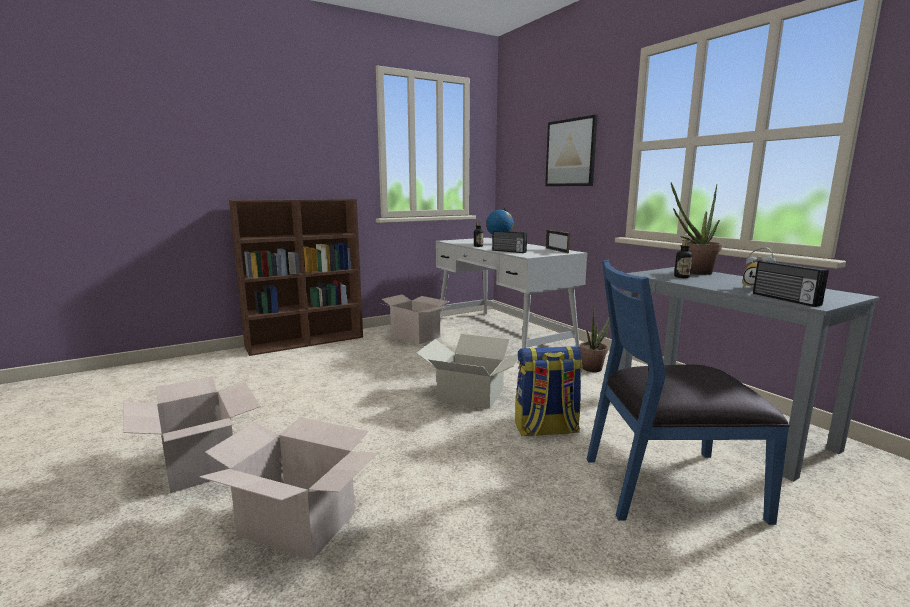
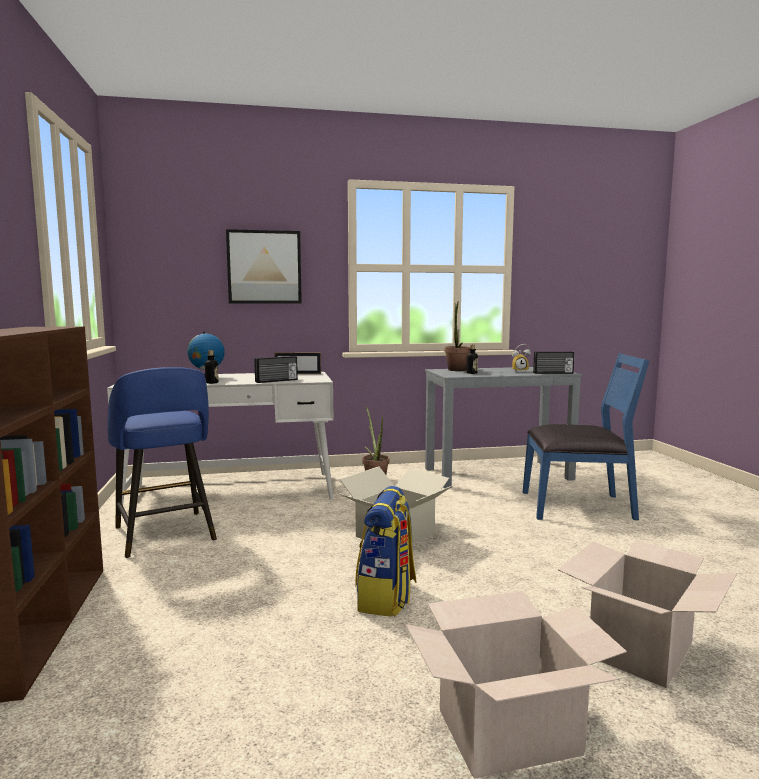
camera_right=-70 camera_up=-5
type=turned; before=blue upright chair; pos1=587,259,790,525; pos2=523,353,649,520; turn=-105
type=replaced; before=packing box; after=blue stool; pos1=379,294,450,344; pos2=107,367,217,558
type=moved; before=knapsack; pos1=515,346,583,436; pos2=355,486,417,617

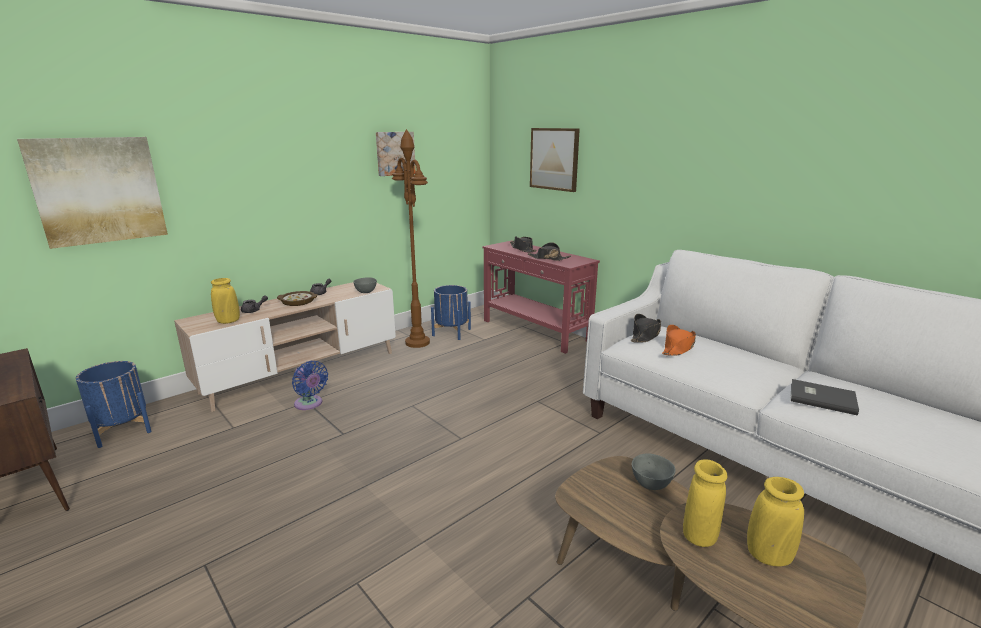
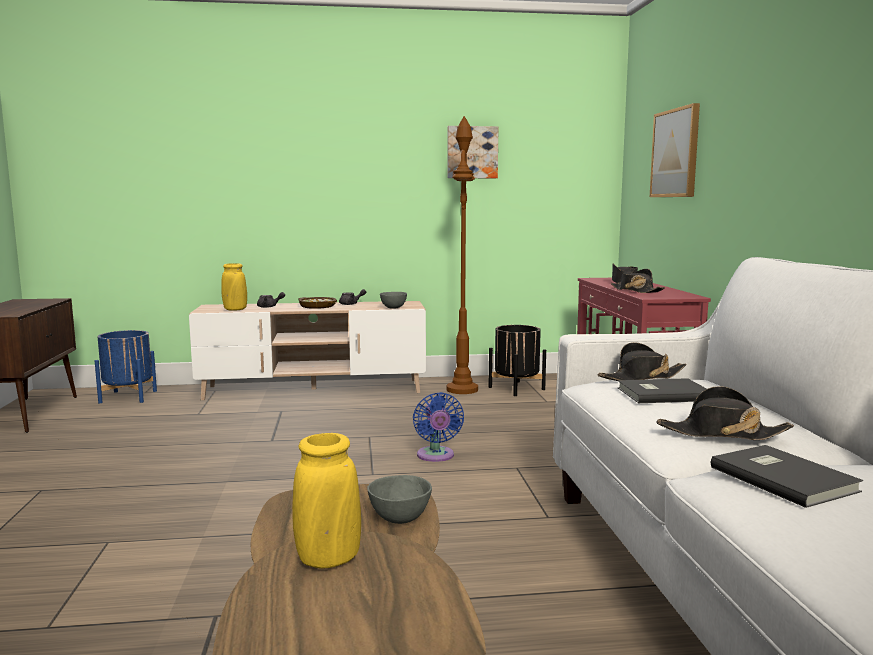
camera_right=35 camera_up=-10
type=removed; before=wall picture; pos1=17,137,168,249
type=recoloured; before=blue flower pot; after=black-coloured flower pot; pos1=431,285,471,340; pos2=489,325,546,396
type=replaced; before=orangey clothing hat; after=grey book; pos1=662,325,696,356; pos2=618,378,707,403
type=moved; before=blue cooling fan; pos1=292,361,328,410; pos2=413,392,464,462
type=removed; before=yellowish vase; pos1=747,477,804,566
type=added; after=black-coloured clothing hat; pos2=657,386,794,440

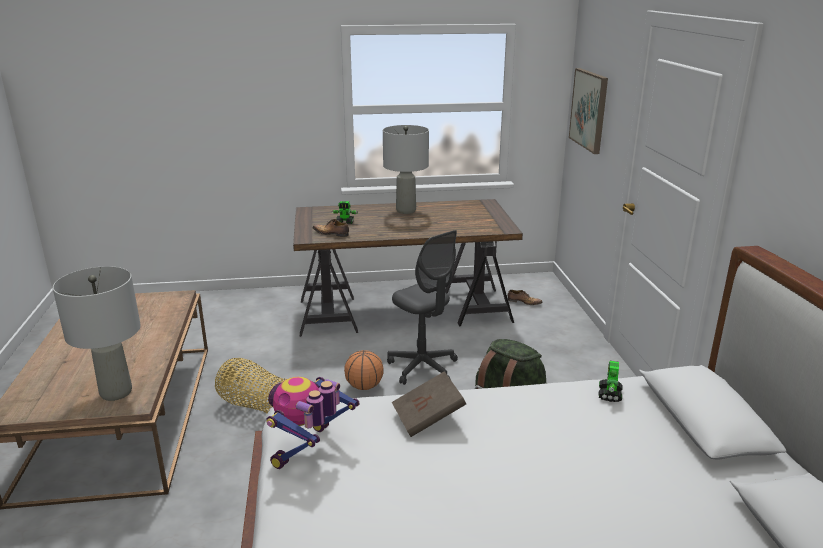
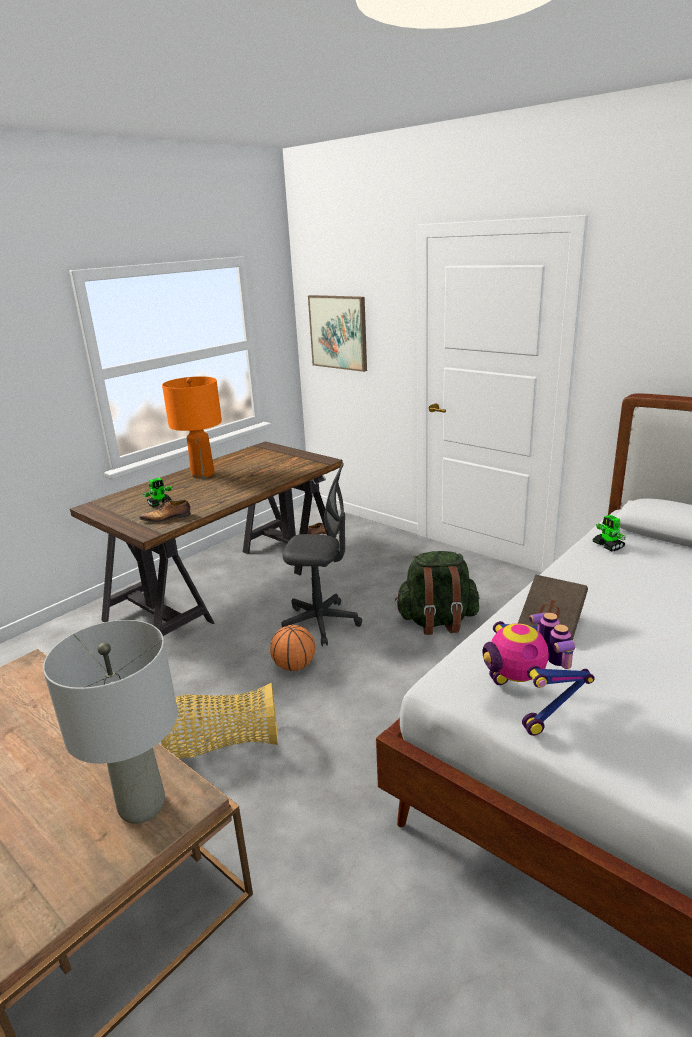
camera_right=-40 camera_up=0
type=recoloured; before=grey lamp for a table; after=orangey lamp for a table; pos1=383,125,429,214; pos2=162,376,222,478

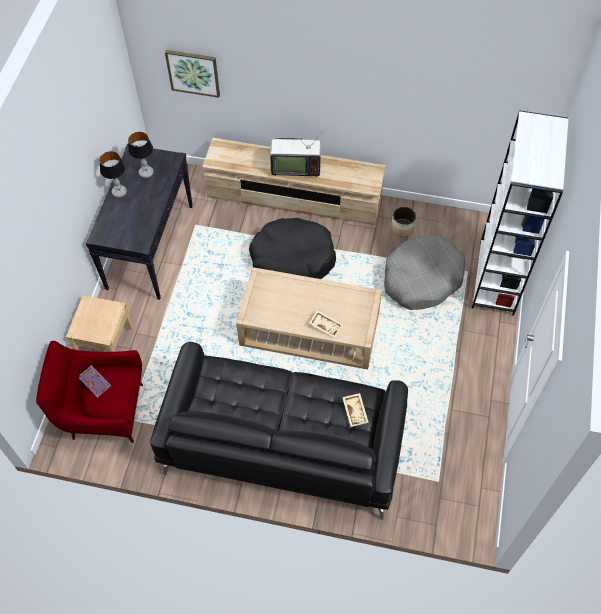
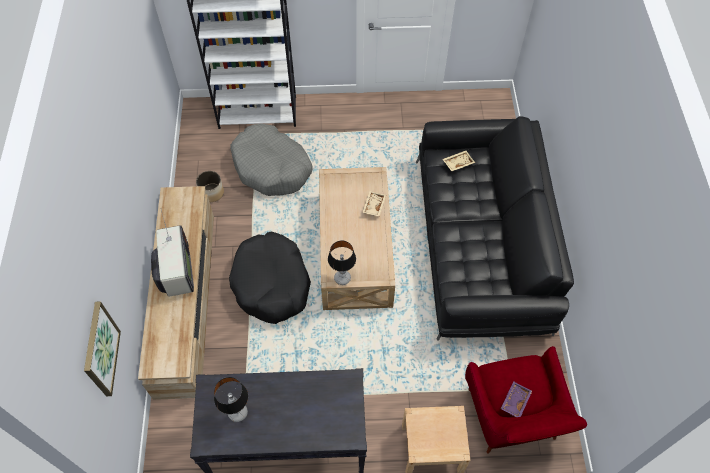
camera_right=-105 camera_up=0
type=moved; before=lamp for a table; pos1=99,151,127,198; pos2=328,240,356,285

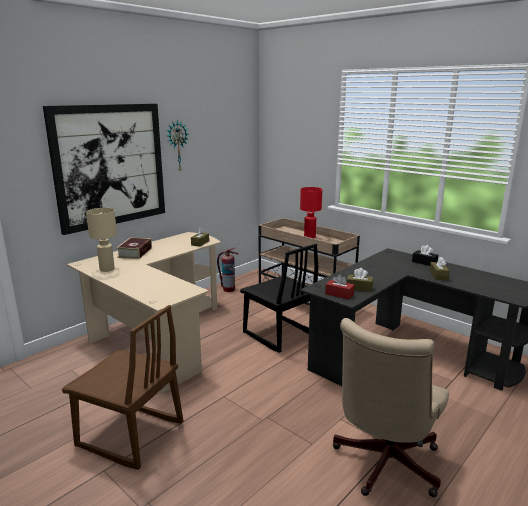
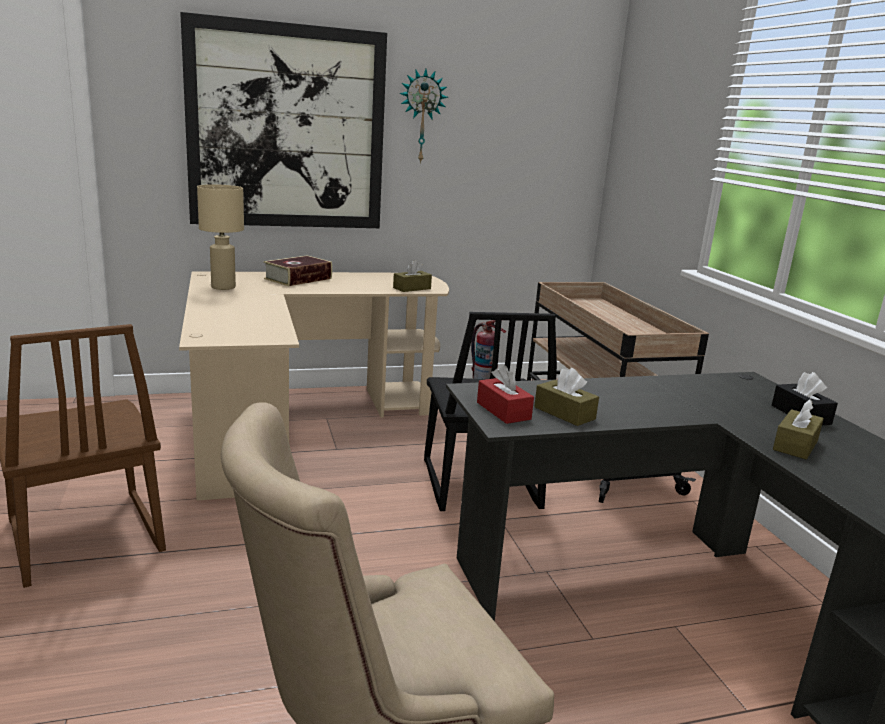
camera_right=30 camera_up=0
type=removed; before=reddish lamp for a table; pos1=300,187,322,238

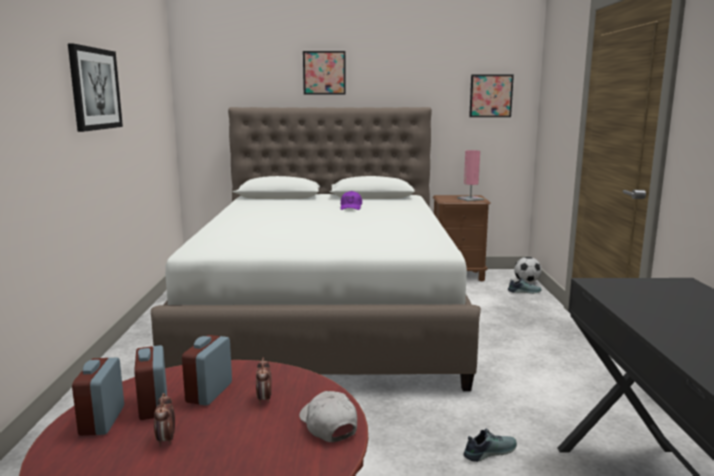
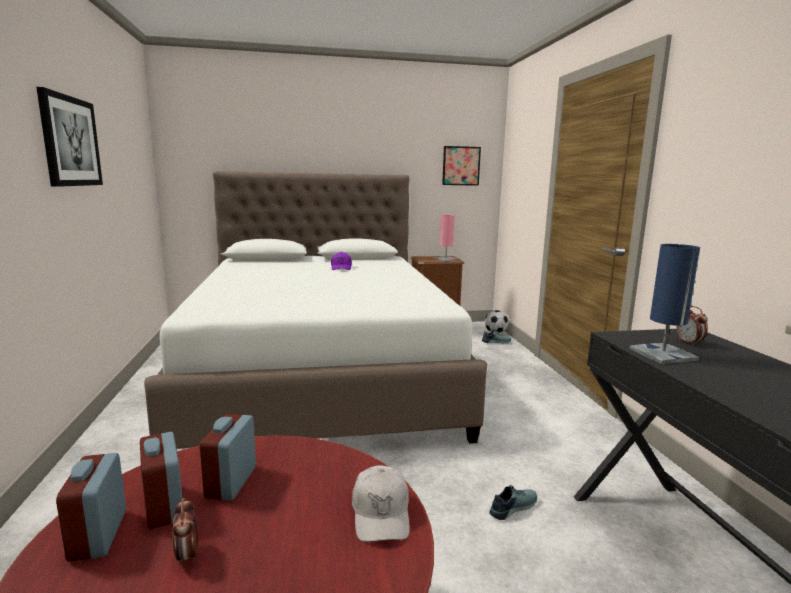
camera_right=-10 camera_up=0
type=removed; before=wall picture; pos1=303,51,346,95
type=moved; before=bedside clock; pos1=256,358,272,404; pos2=677,306,708,346
type=turned; before=whitish baseball cap; pos1=299,391,357,442; pos2=352,465,410,542; turn=-150
type=added; after=blue lamp for a table; pos2=630,244,700,364

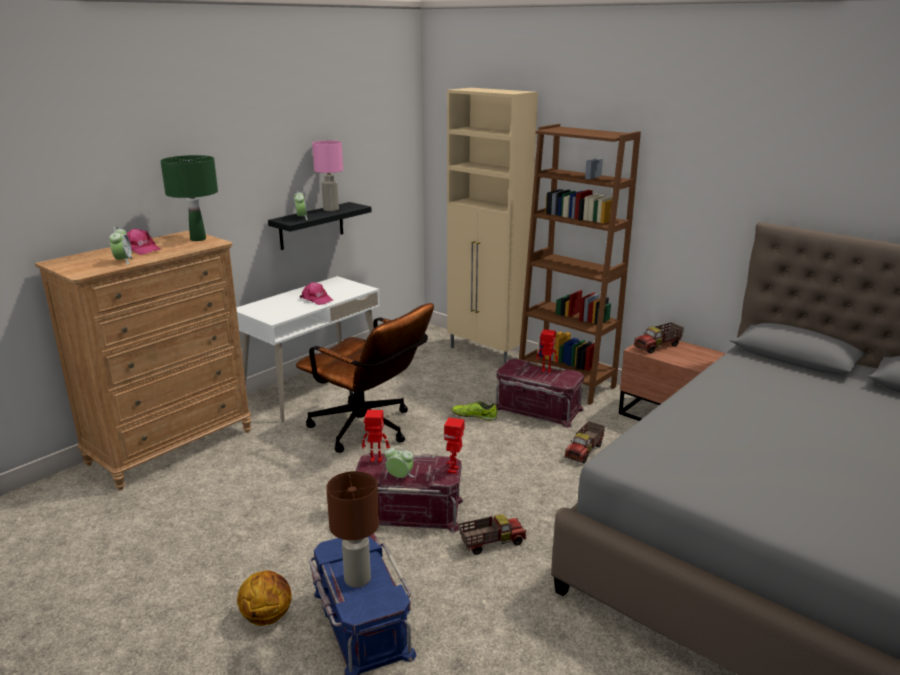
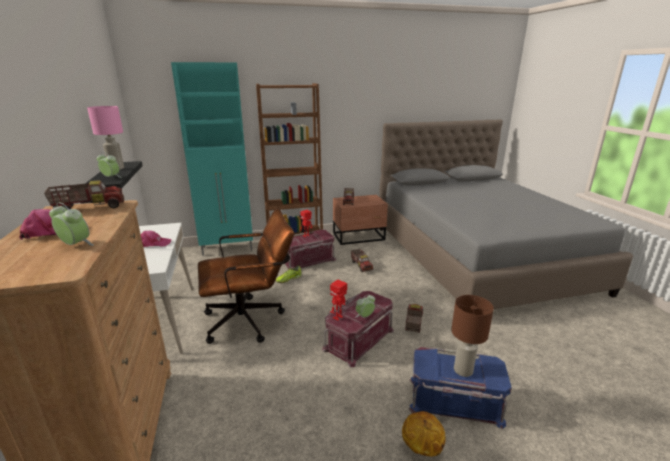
camera_right=-55 camera_up=0
type=recoloured; before=beige-coloured cupboard; after=turquoise-coloured cupboard; pos1=447,88,538,364; pos2=171,62,253,256
type=replaced; before=green lamp for a table; after=toy lorry; pos1=160,155,218,241; pos2=44,181,124,210
type=removed; before=toy robot; pos1=444,418,464,474

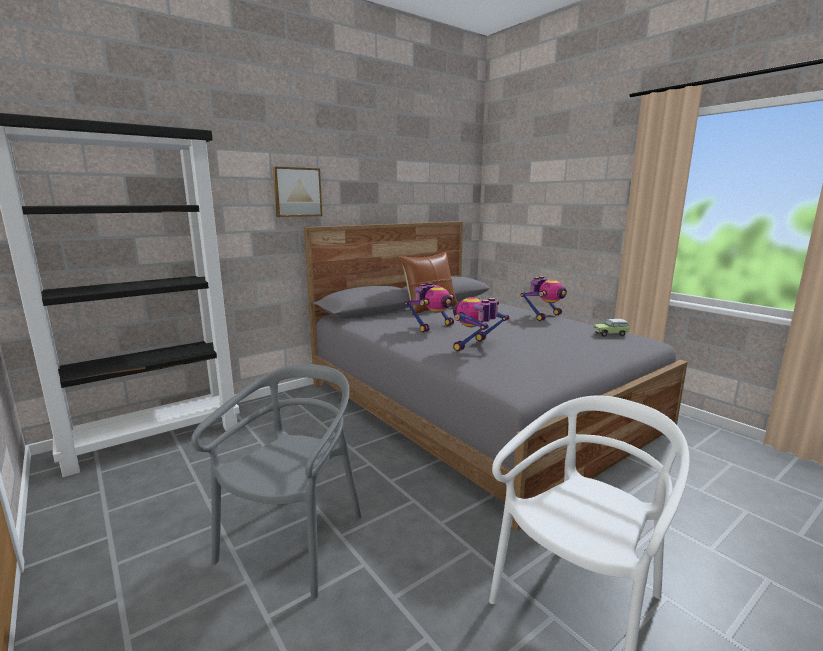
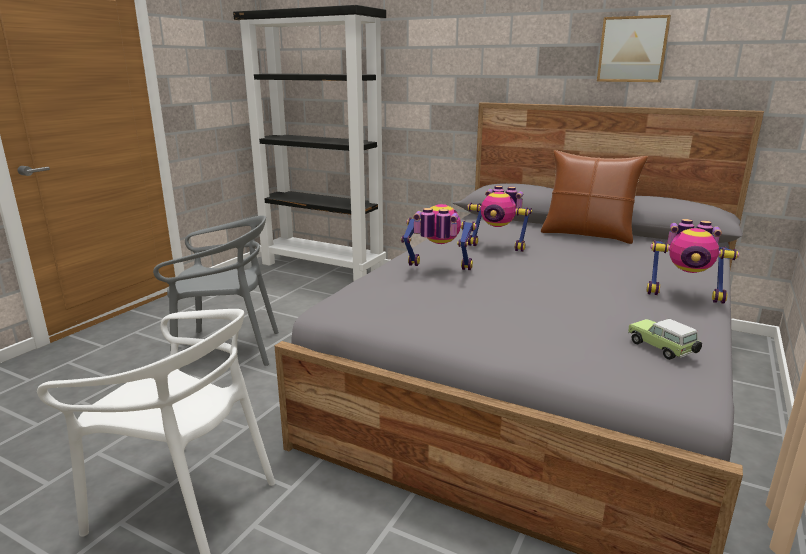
camera_right=65 camera_up=5
type=moved; before=wall picture; pos1=273,167,322,217; pos2=597,15,671,82

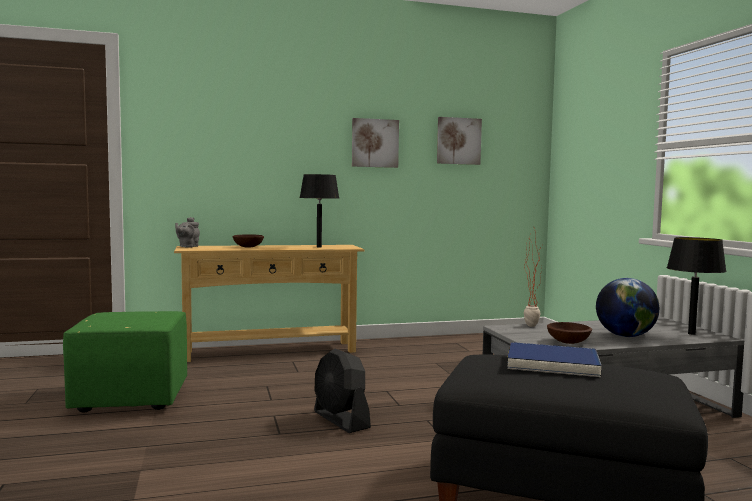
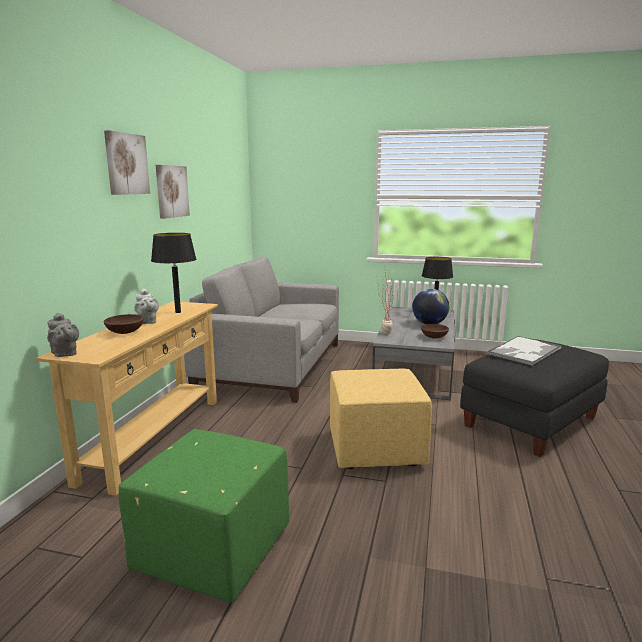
camera_right=-60 camera_up=10
type=moved; before=wall picture; pos1=437,117,482,165; pos2=104,130,150,195
type=replaced; before=blue book; after=serving tray; pos1=507,342,602,377; pos2=487,336,562,366
type=replaced; before=black-coloured cooling fan; after=yellowish ottoman; pos1=314,349,371,433; pos2=330,369,432,469
type=added; after=grey settee; pos2=184,257,339,403
type=added; after=grey teapot; pos2=134,288,159,324

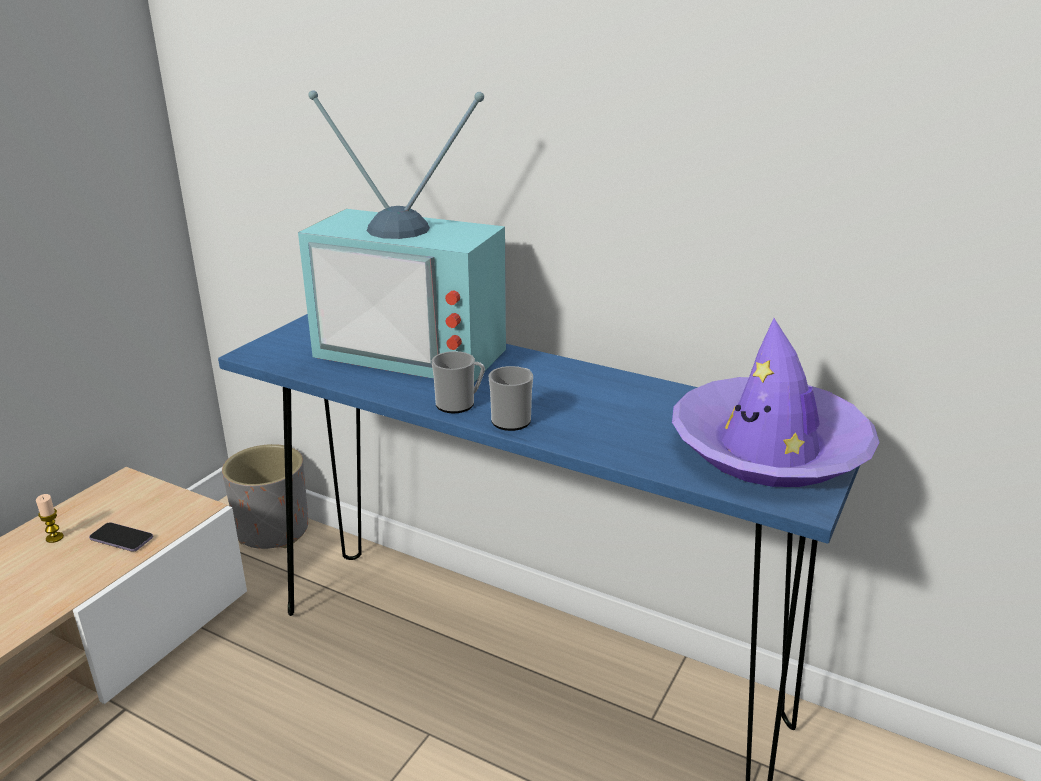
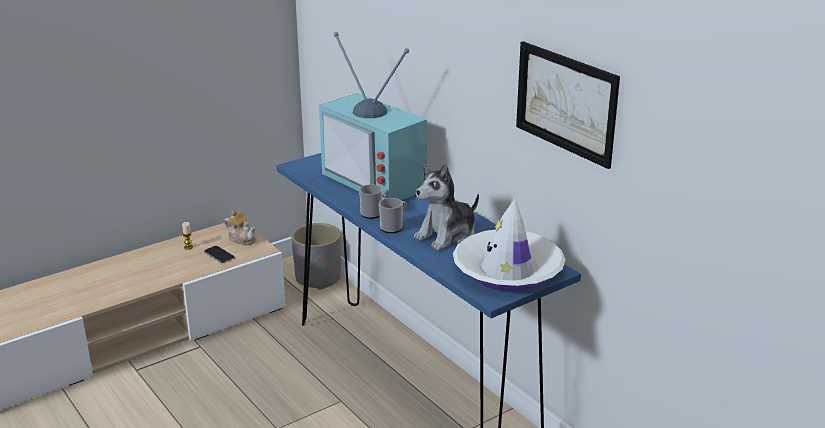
camera_right=25 camera_up=0
type=recoloured; before=purple-coloured clothing hat; after=whitish clothing hat; pos1=672,318,880,487; pos2=453,199,566,291
type=added; after=wall picture; pos2=516,41,620,169
type=added; after=cuddly toy; pos2=414,164,479,251
type=added; after=teapot; pos2=224,210,256,245

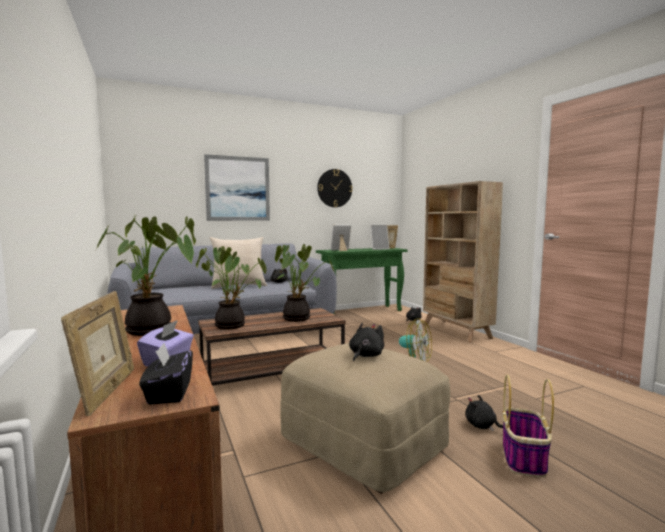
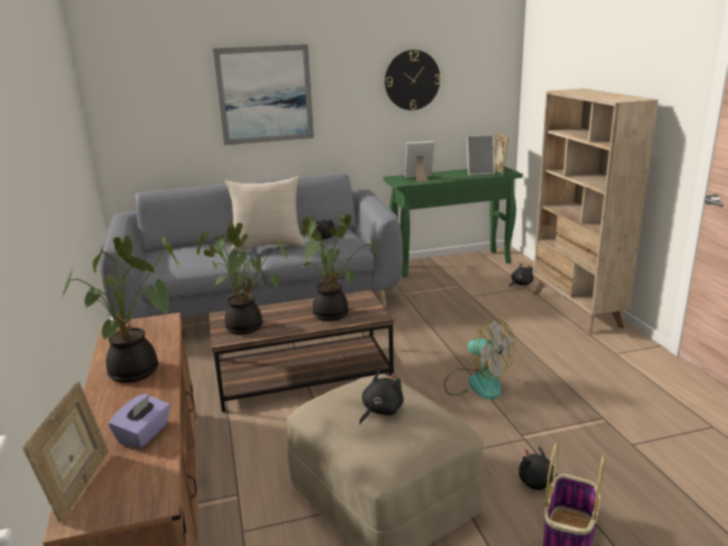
camera_right=10 camera_up=15
type=removed; before=black-coloured box of tissues; pos1=139,343,193,405

